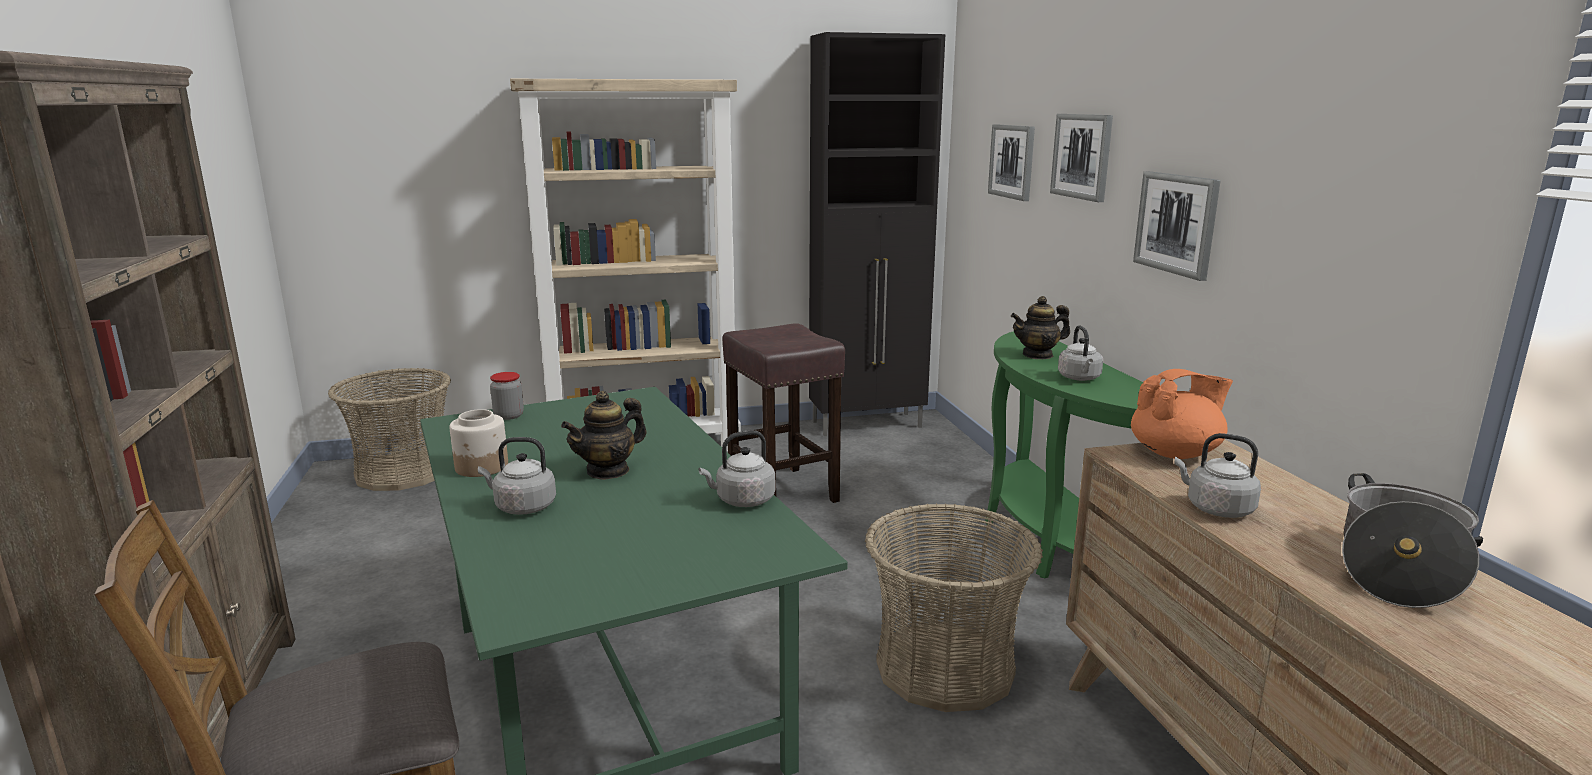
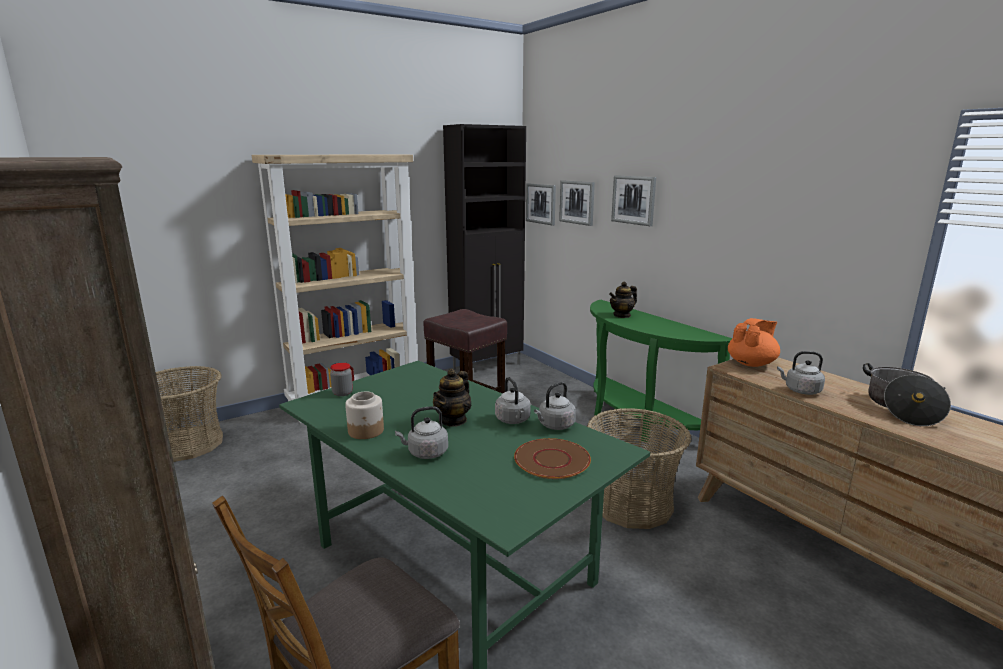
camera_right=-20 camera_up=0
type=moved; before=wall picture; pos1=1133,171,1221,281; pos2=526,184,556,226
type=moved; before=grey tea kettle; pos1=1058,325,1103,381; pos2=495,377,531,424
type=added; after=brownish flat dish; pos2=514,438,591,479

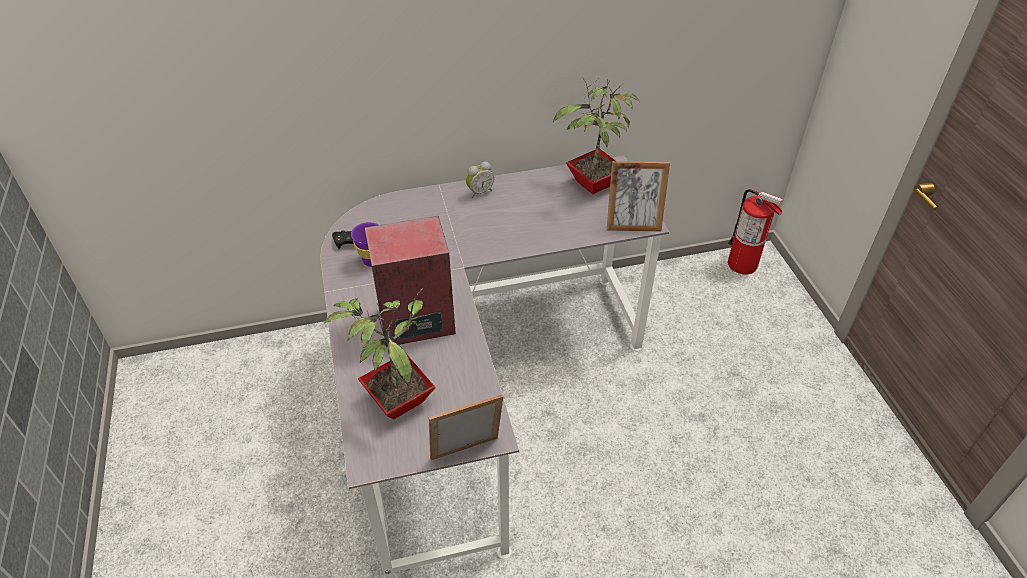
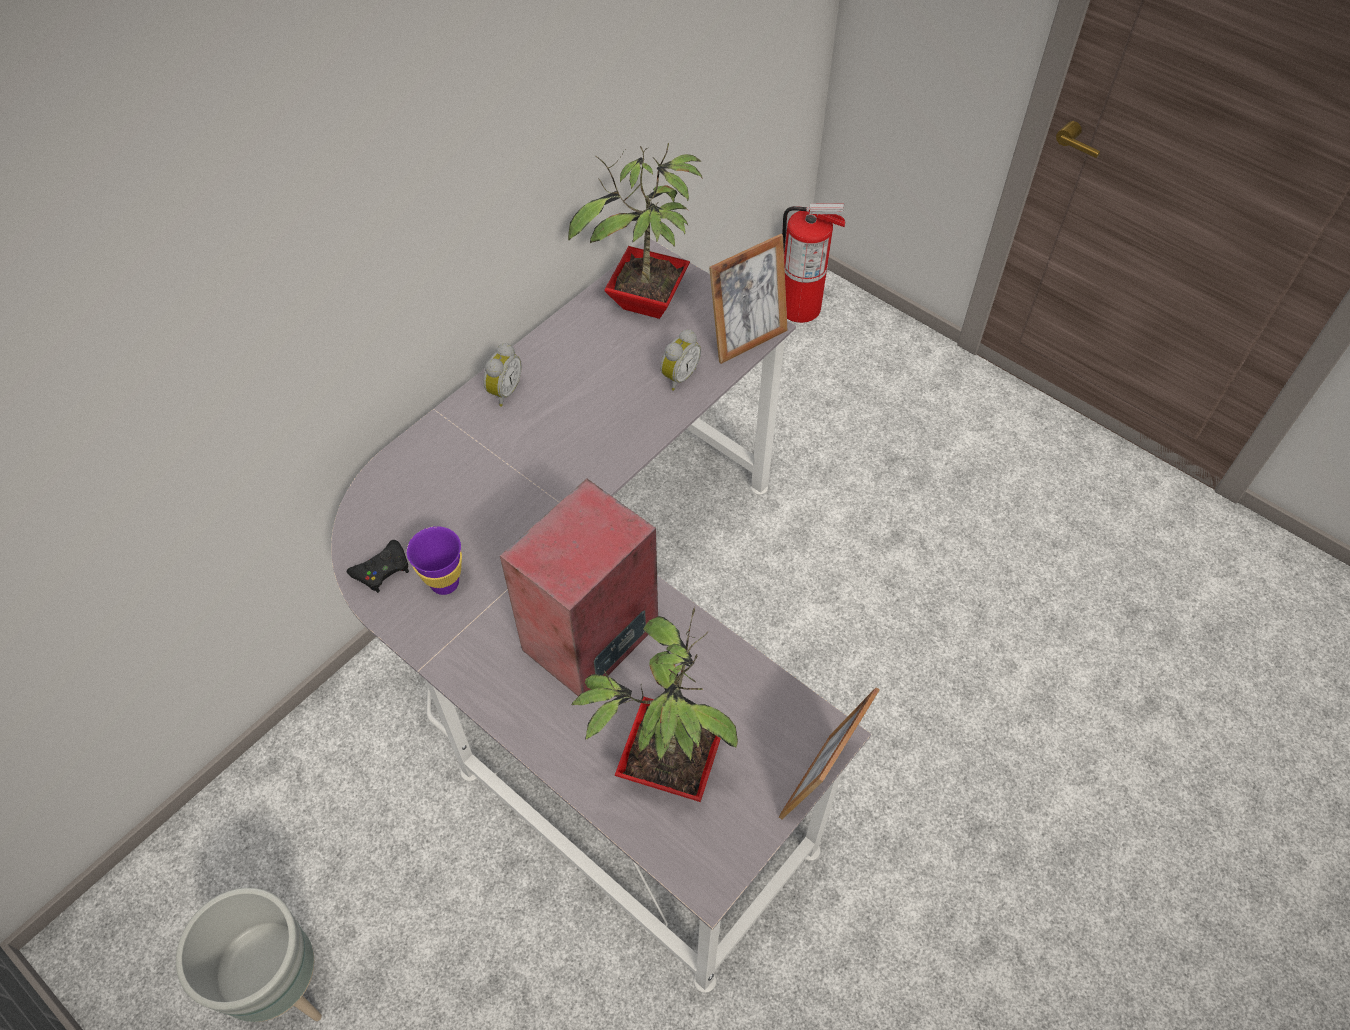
camera_right=-35 camera_up=10
type=added; after=bedside clock; pos2=660,330,701,391
type=added; after=grey flower pot; pos2=176,888,322,1022

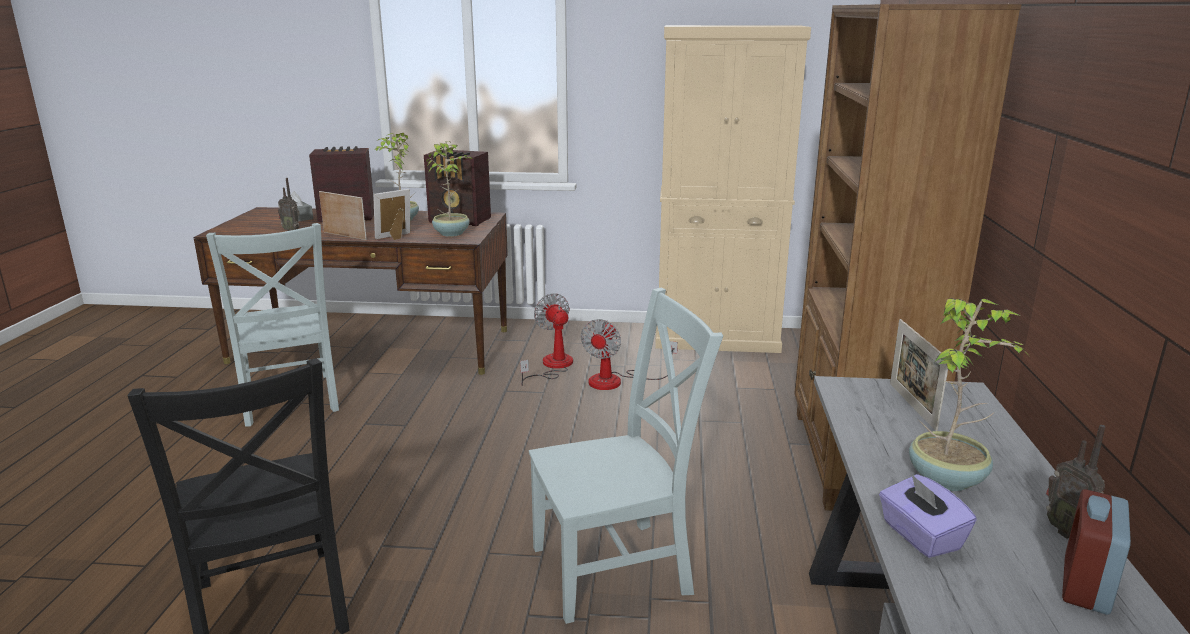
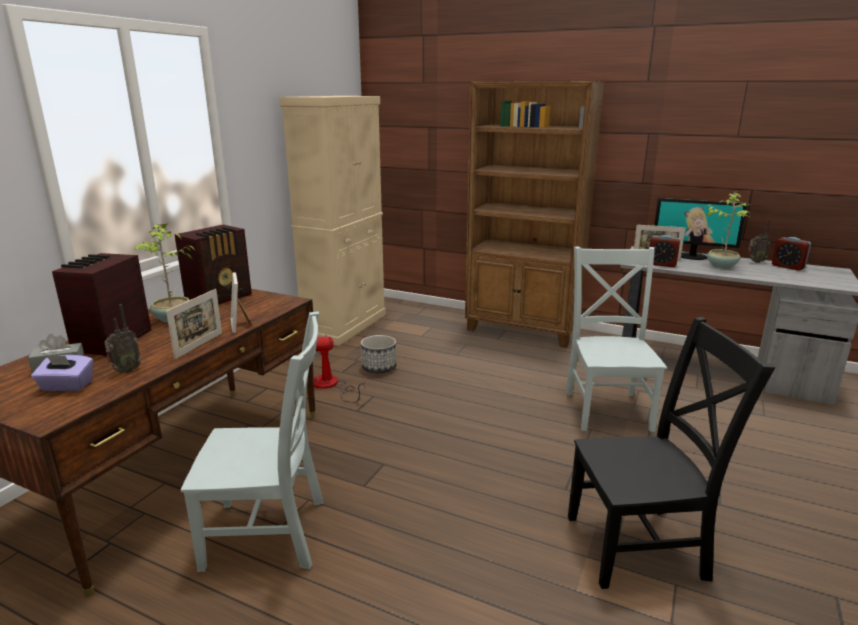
camera_right=-70 camera_up=0
type=removed; before=plant in a pot; pos1=427,141,472,237
type=turned; before=photo frame; pos1=319,191,367,240; pos2=166,289,222,359; turn=150
type=replaced; before=cooling fan; after=flower pot; pos1=581,319,678,390; pos2=361,335,397,373
type=moved; before=purple-coloured box of tissues; pos1=879,473,977,558; pos2=31,355,93,391
type=added; after=computer display; pos2=654,198,748,260
type=added; after=bedside clock; pos2=649,235,680,267

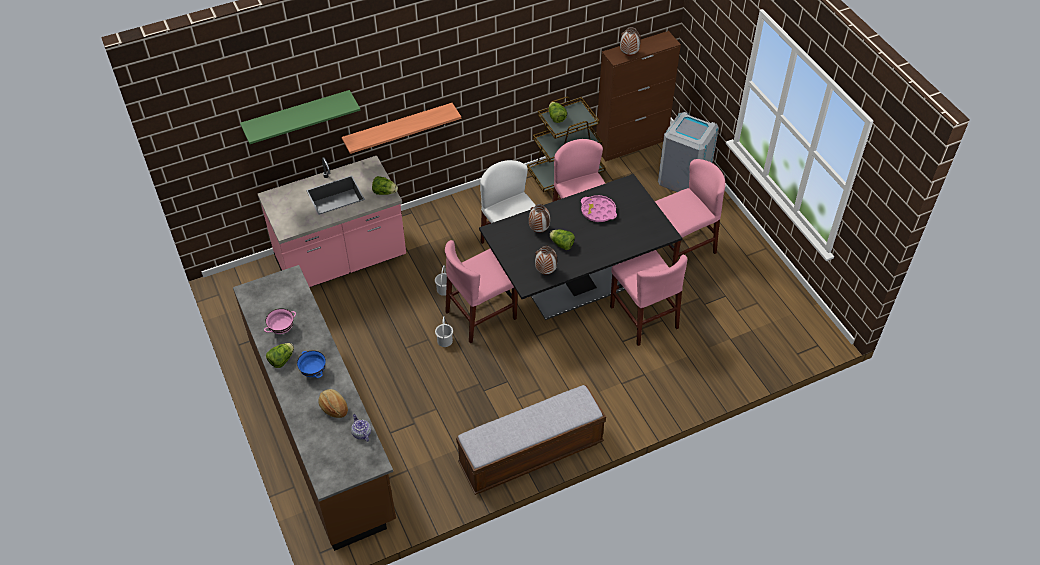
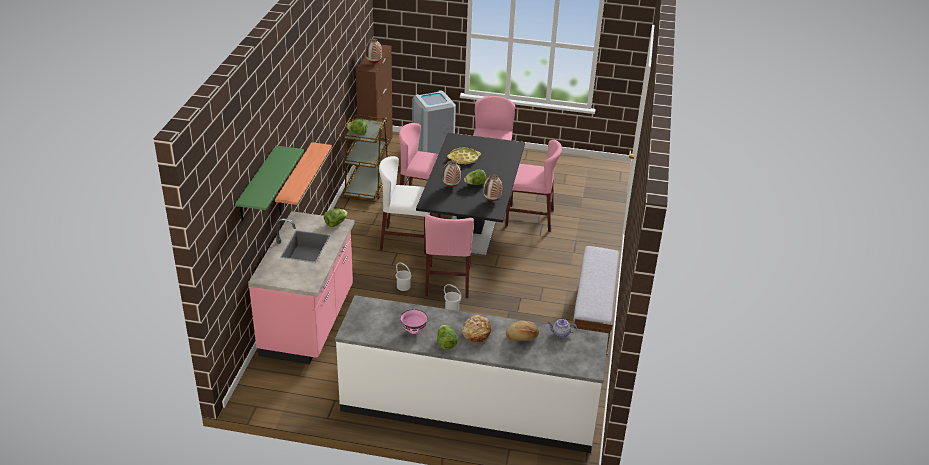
camera_right=-55 camera_up=-15
type=recoloured; before=pink-coloured serving tray; after=yellowish serving tray; pos1=581,195,617,222; pos2=447,148,481,164
type=recoloured; before=brownish counter; after=whitish counter; pos1=233,265,396,551; pos2=335,295,609,453
type=replaced; before=blue deep dish; after=baked bread; pos1=297,350,326,378; pos2=462,315,491,342

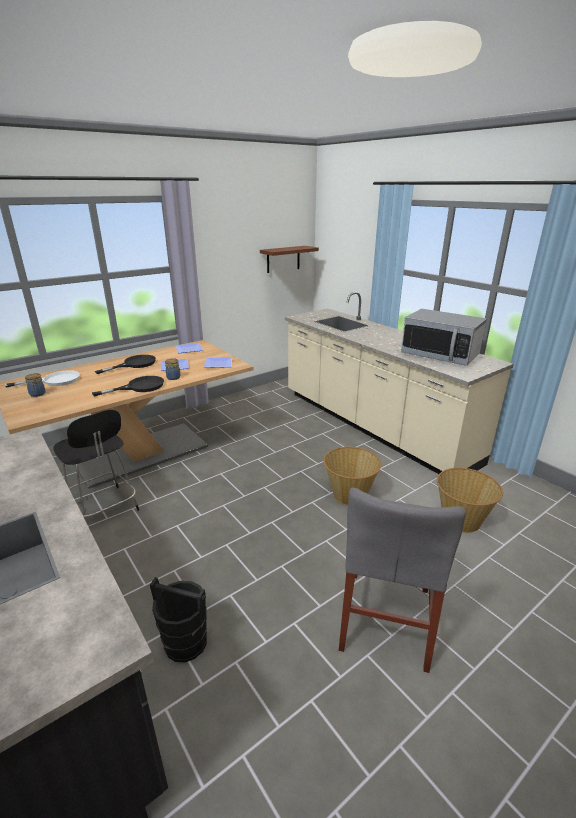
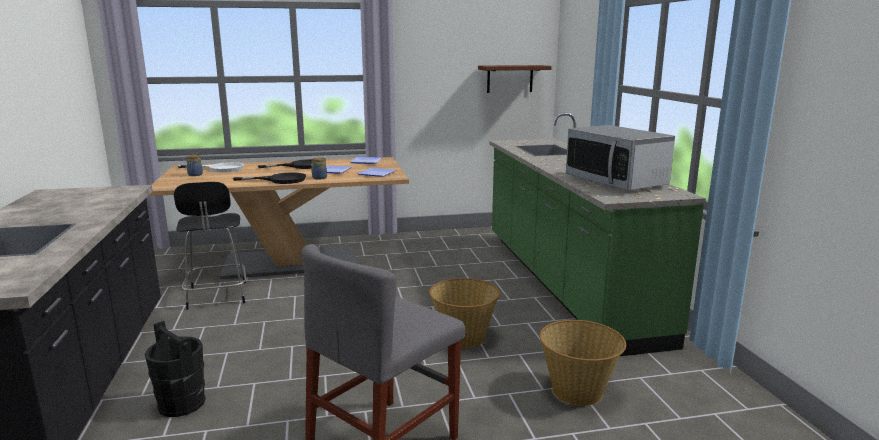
camera_right=25 camera_up=-10
type=recoloured; before=beige-coloured counter; after=green counter; pos1=285,292,514,474; pos2=489,113,706,356

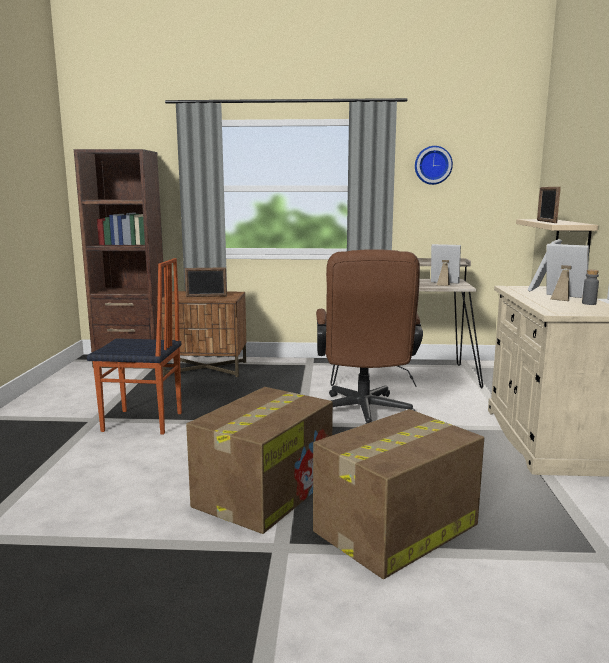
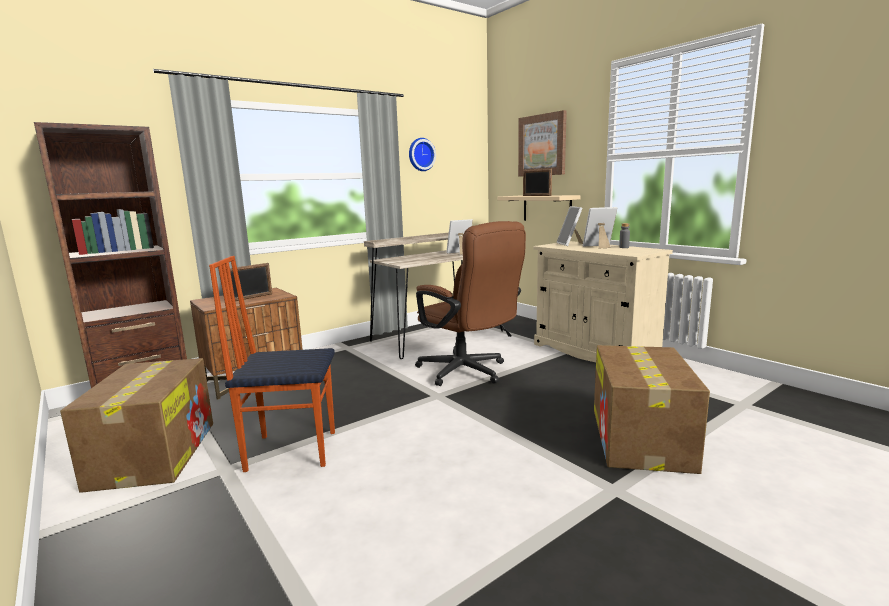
camera_right=-40 camera_up=0
type=turned; before=upright chair; pos1=87,258,182,435; pos2=209,256,335,472; turn=-150
type=moved; before=packing box; pos1=186,387,333,534; pos2=60,358,213,493
type=added; after=wall picture; pos2=518,110,567,177

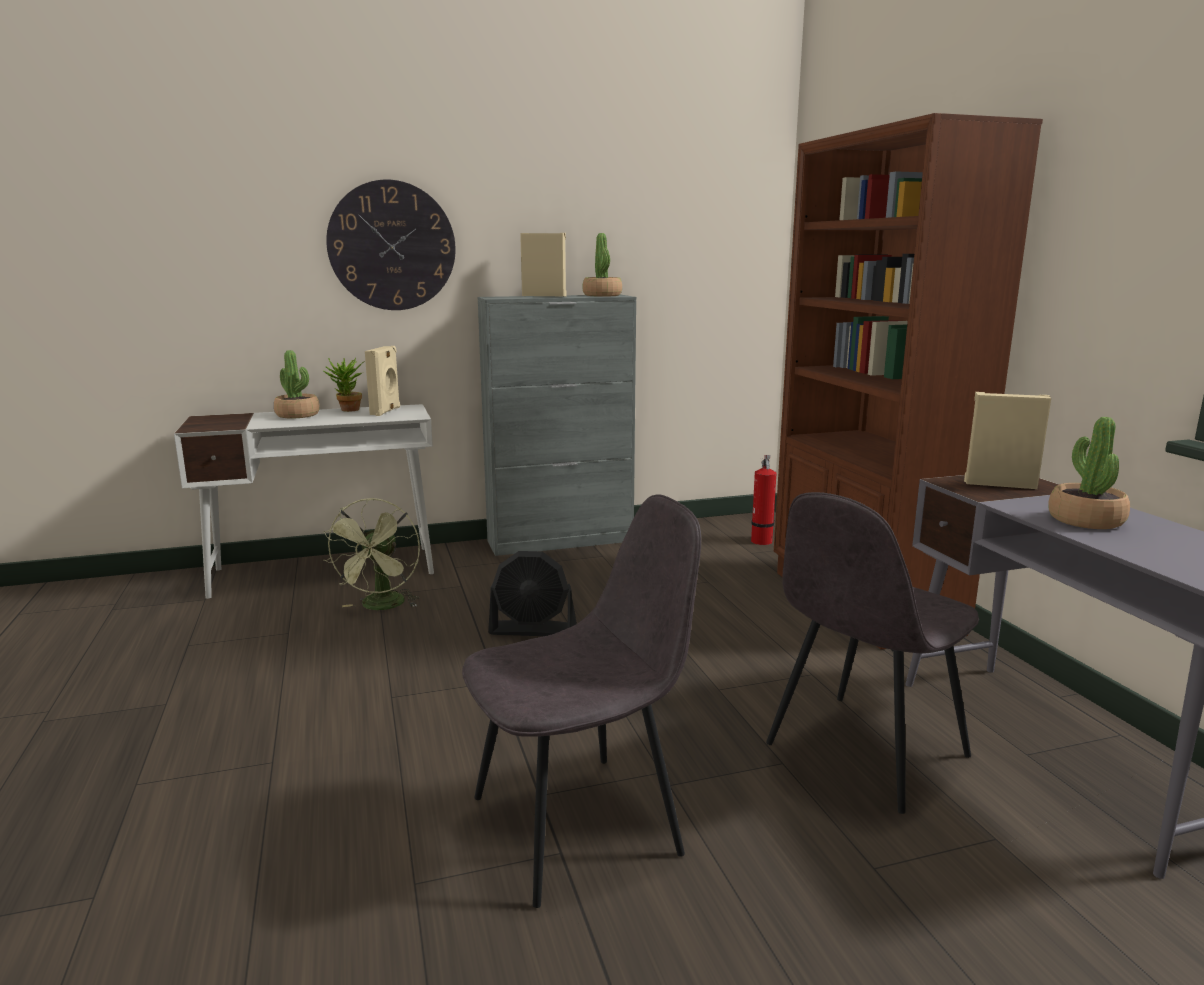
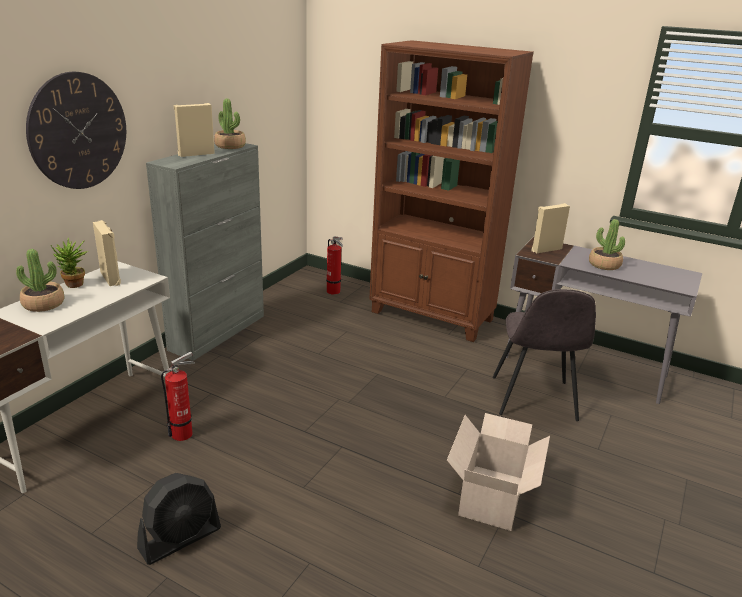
camera_right=-45 camera_up=10
type=replaced; before=grey upright chair; after=packing box; pos1=462,495,701,908; pos2=447,413,550,531
type=replaced; before=green cooling fan; after=fire-fighting cylinder; pos1=323,498,420,610; pos2=161,351,195,441
type=moved; before=black-coloured cooling fan; pos1=488,551,577,636; pos2=137,473,221,565

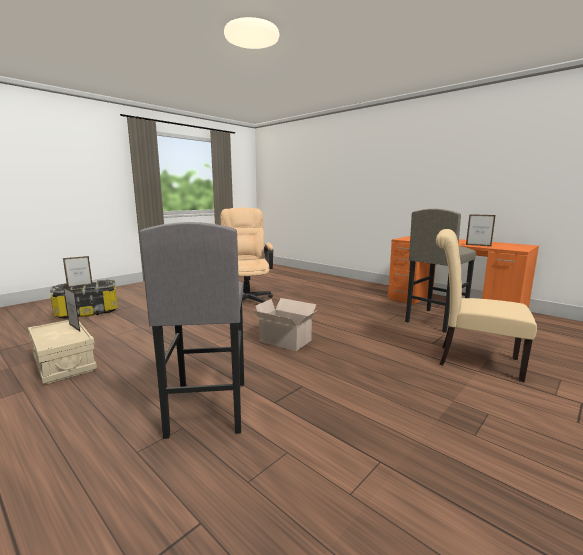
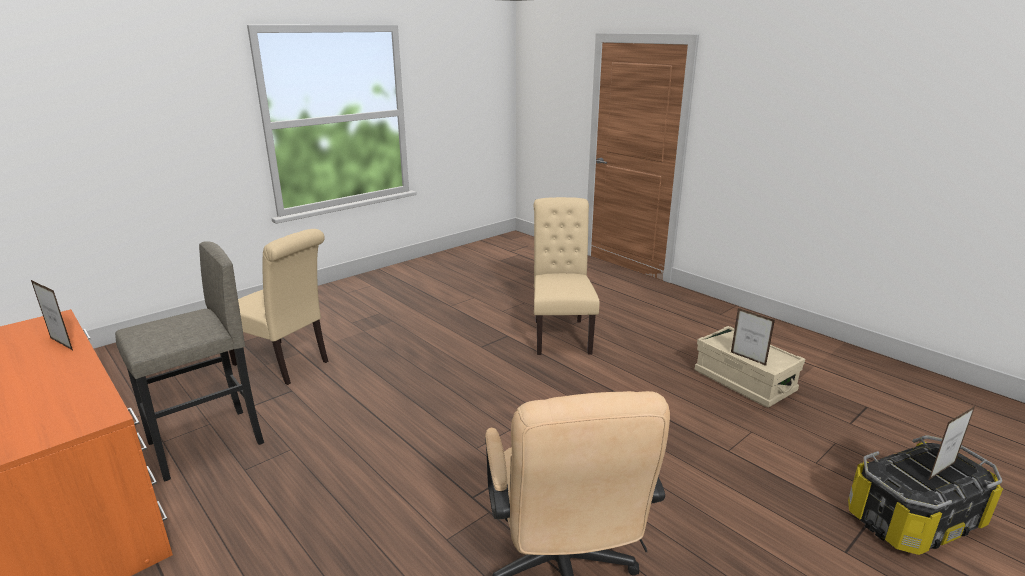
camera_right=-175 camera_up=10
type=replaced; before=grey stool; after=beige-coloured upright chair; pos1=139,222,244,439; pos2=534,197,600,355
type=removed; before=packing box; pos1=252,298,318,351

